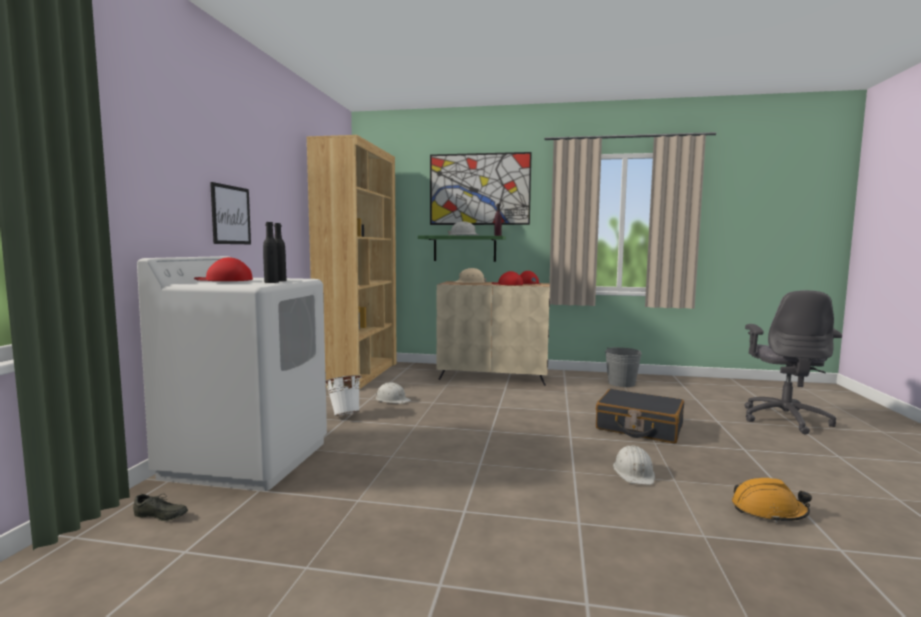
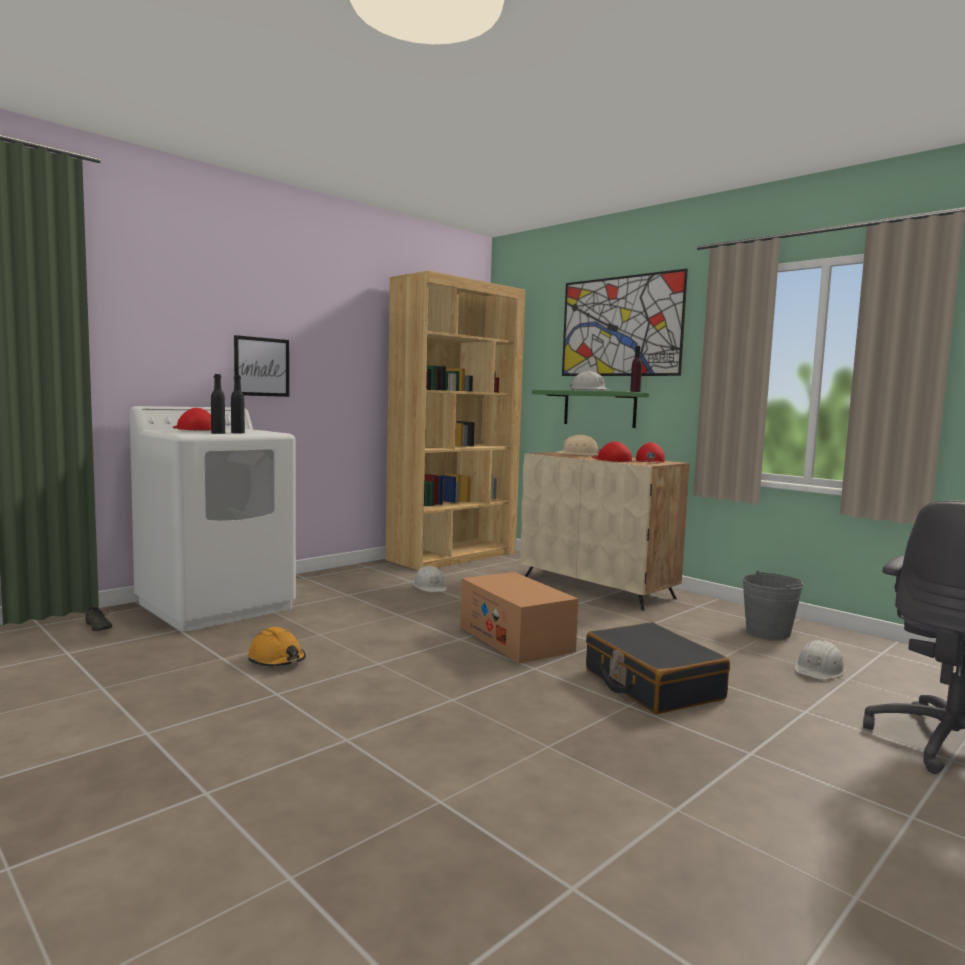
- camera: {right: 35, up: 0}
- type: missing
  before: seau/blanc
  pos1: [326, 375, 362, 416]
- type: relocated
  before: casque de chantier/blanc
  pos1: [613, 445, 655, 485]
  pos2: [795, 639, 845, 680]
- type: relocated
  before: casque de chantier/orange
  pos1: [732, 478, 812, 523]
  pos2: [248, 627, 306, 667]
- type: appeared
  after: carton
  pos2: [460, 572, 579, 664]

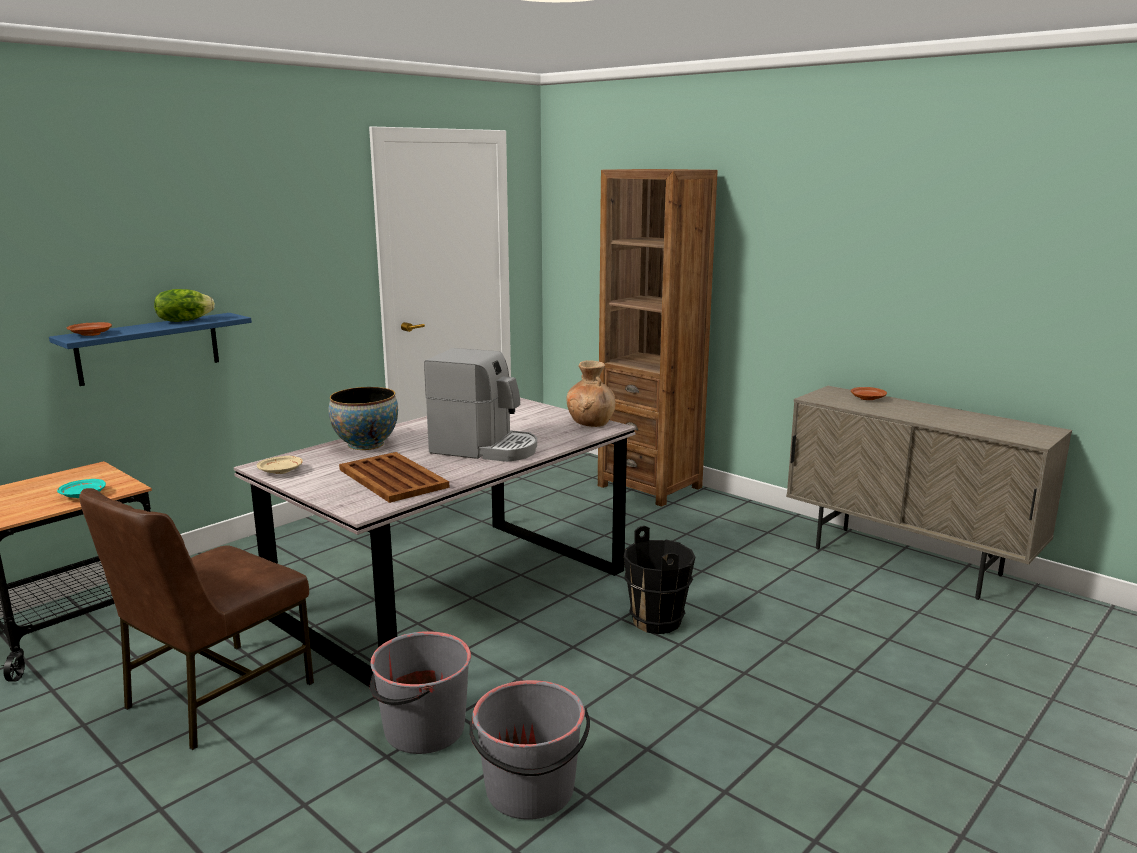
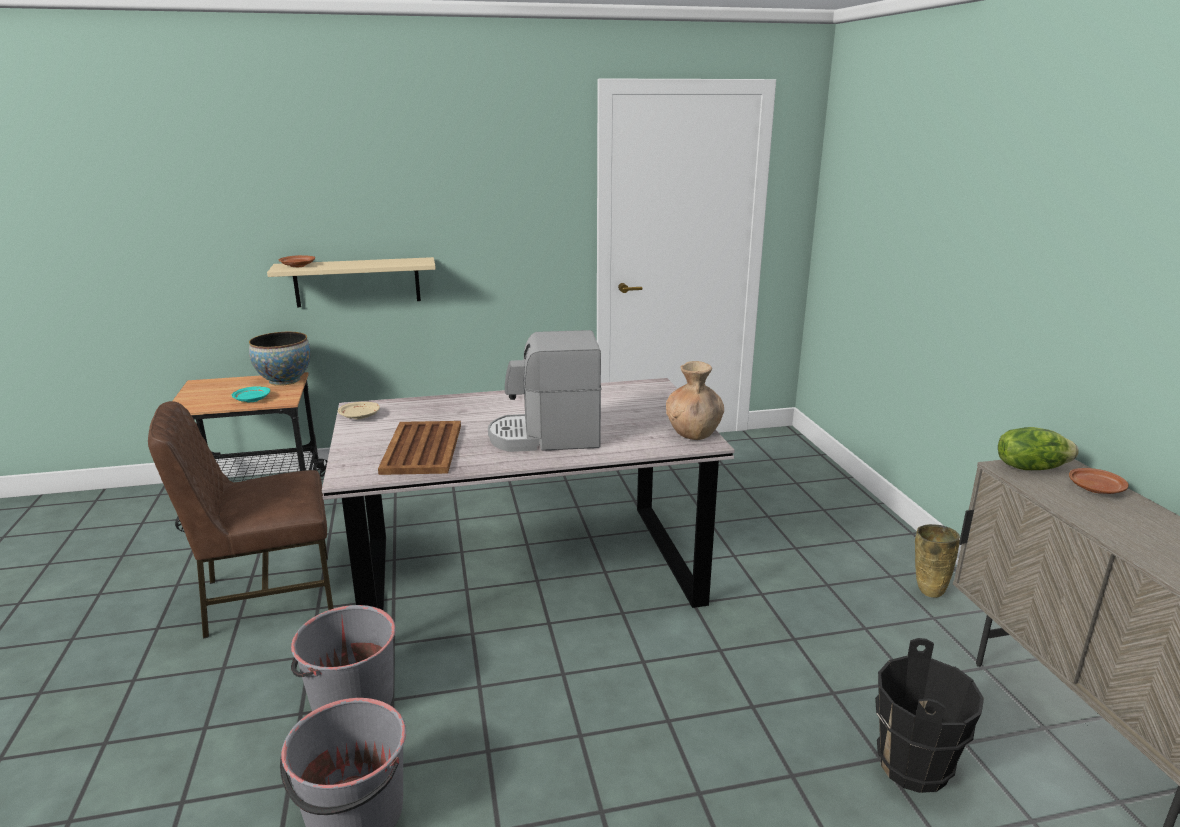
- camera: {right: 35, up: 5}
- type: missing
  before: bibliothèque/marron
  pos1: [598, 169, 718, 507]
- type: relocated
  before: laitue
  pos1: [154, 289, 215, 322]
  pos2: [998, 427, 1079, 470]
- type: colour
  before: étagère/bleu
  after: étagère/beige
  pos1: [49, 313, 252, 386]
  pos2: [267, 257, 436, 307]
- type: spun
  before: machine à café
  pos1: [424, 348, 537, 462]
  pos2: [488, 330, 602, 452]
  turn: 120
- type: relocated
  before: bol
  pos1: [329, 387, 398, 450]
  pos2: [249, 332, 311, 386]
- type: relocated
  before: seau/noir
  pos1: [623, 526, 695, 634]
  pos2: [875, 638, 984, 793]
- type: appeared
  after: vase/beige
  pos2: [915, 524, 960, 598]

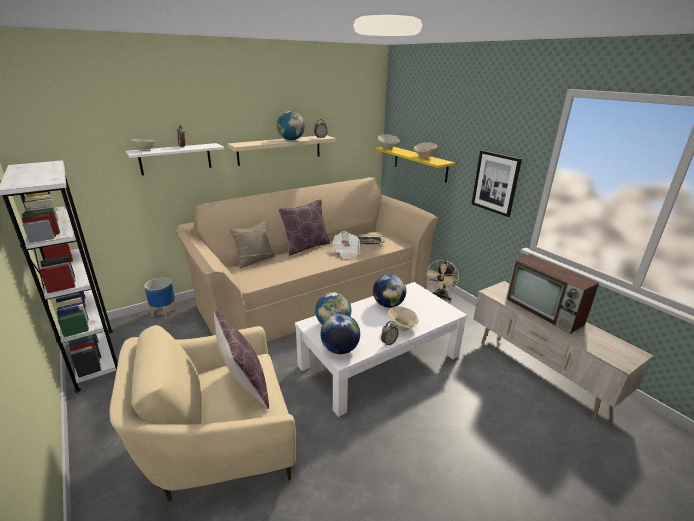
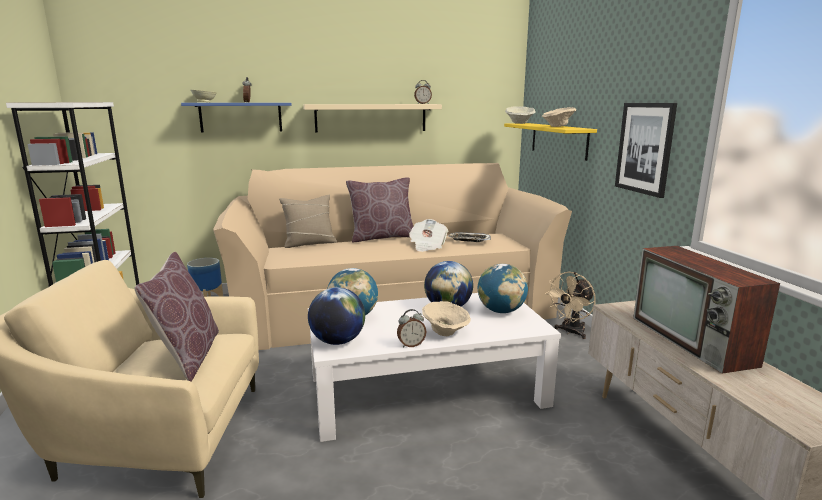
- camera: {right: 20, up: -10}
- type: relocated
  before: globe
  pos1: [277, 111, 305, 140]
  pos2: [478, 264, 528, 313]
- type: colour
  before: étagère/blanc
  after: étagère/bleu
  pos1: [126, 143, 224, 175]
  pos2: [181, 103, 292, 132]

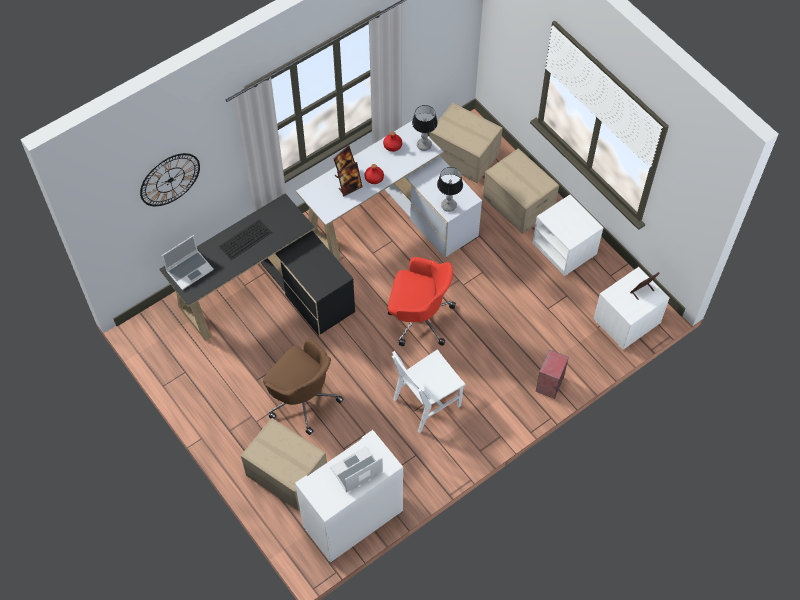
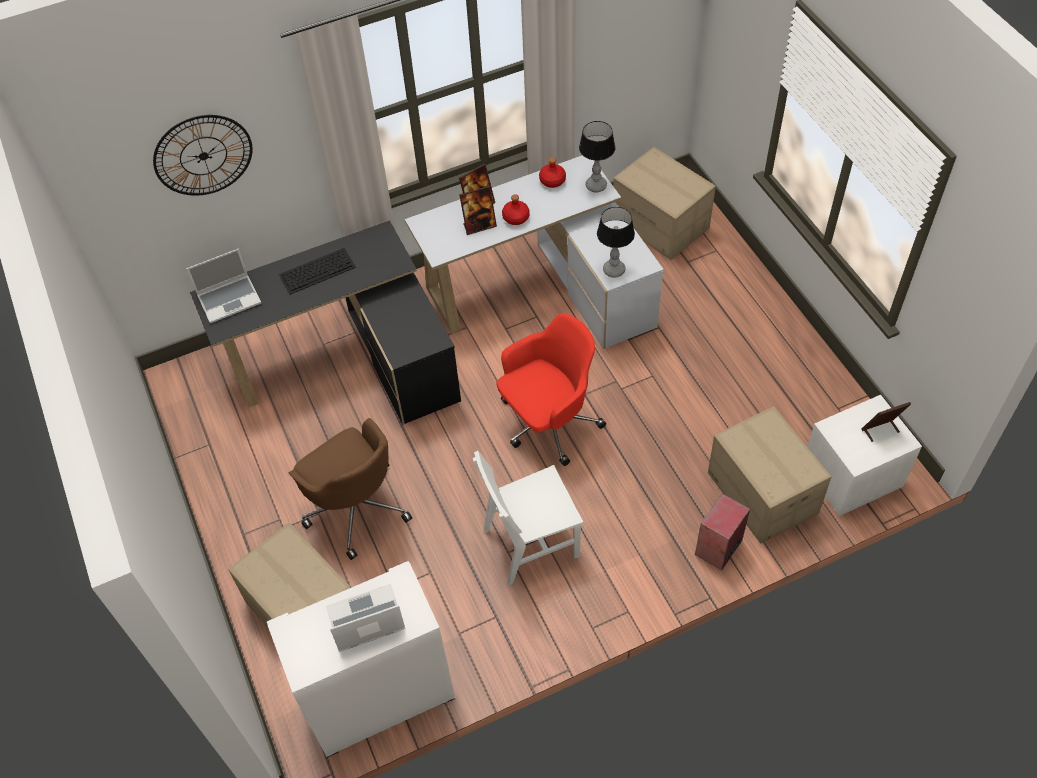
- camera: {right: 15, up: -5}
- type: relocated
  before: carton
  pos1: [483, 148, 559, 234]
  pos2: [708, 406, 831, 544]
- type: missing
  before: table de chevet/blanc
  pos1: [533, 194, 604, 276]
- type: spun
  before: chaise de bureau/rouge
  pos1: [388, 257, 456, 346]
  pos2: [496, 313, 606, 466]
  turn: -60

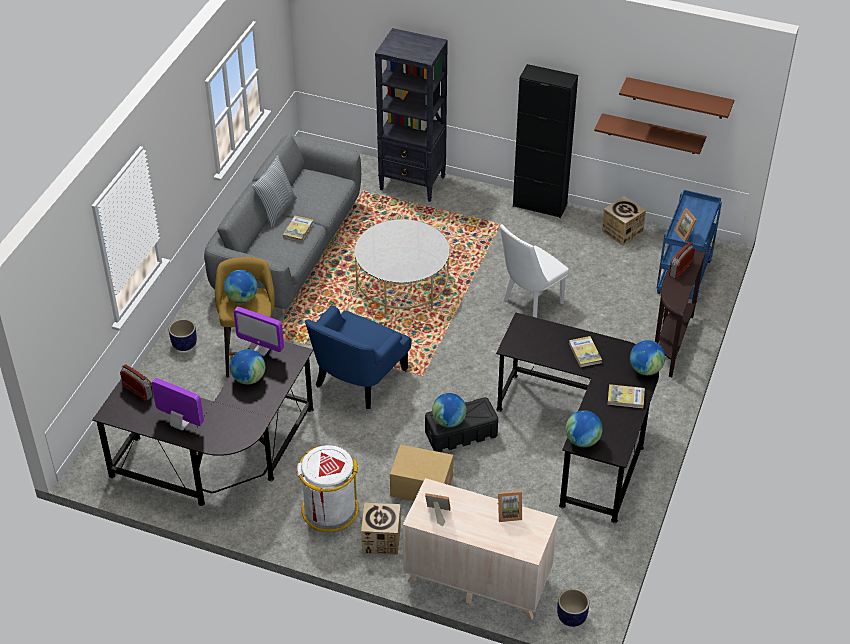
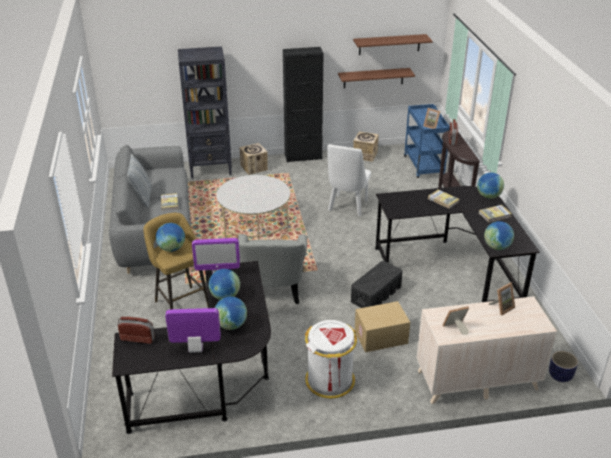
- camera: {right: -30, up: -10}
- type: colour
  before: fauteuil/bleu
  after: fauteuil/gris
  pos1: [305, 305, 411, 409]
  pos2: [238, 234, 308, 304]
- type: missing
  before: cache-pot
  pos1: [169, 319, 197, 351]
- type: relocated
  before: globe
  pos1: [432, 393, 466, 428]
  pos2: [215, 296, 247, 330]
- type: relocated
  before: carton
  pos1: [361, 502, 401, 555]
  pos2: [240, 143, 268, 175]

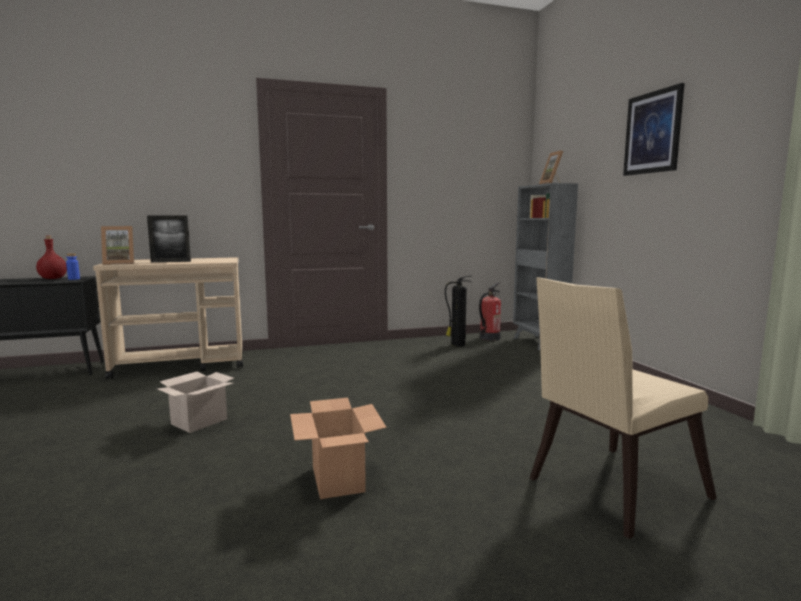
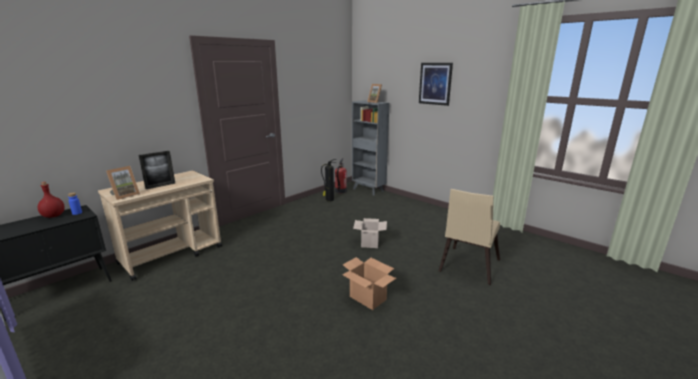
- camera: {right: -30, up: 10}
- type: relocated
  before: carton
  pos1: [157, 372, 234, 433]
  pos2: [353, 218, 387, 248]

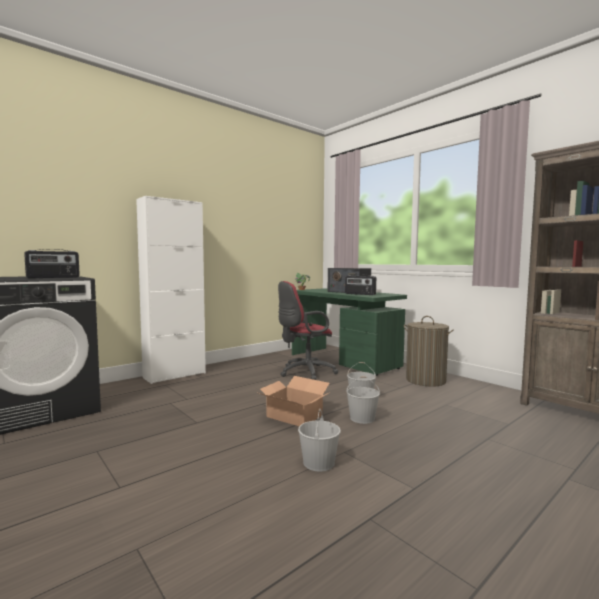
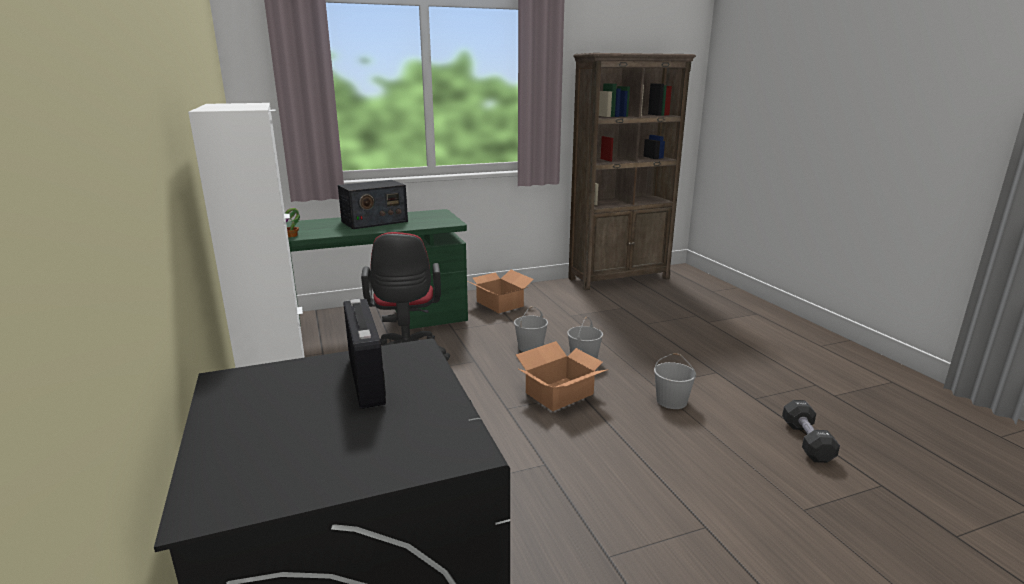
- camera: {right: -70, up: 15}
- type: missing
  before: radio
  pos1: [345, 274, 376, 295]
- type: exchanged
  before: panier à linge
  after: carton
  pos1: [404, 316, 454, 387]
  pos2: [467, 269, 534, 313]
- type: appeared
  after: haltère/noir
  pos2: [782, 400, 840, 463]

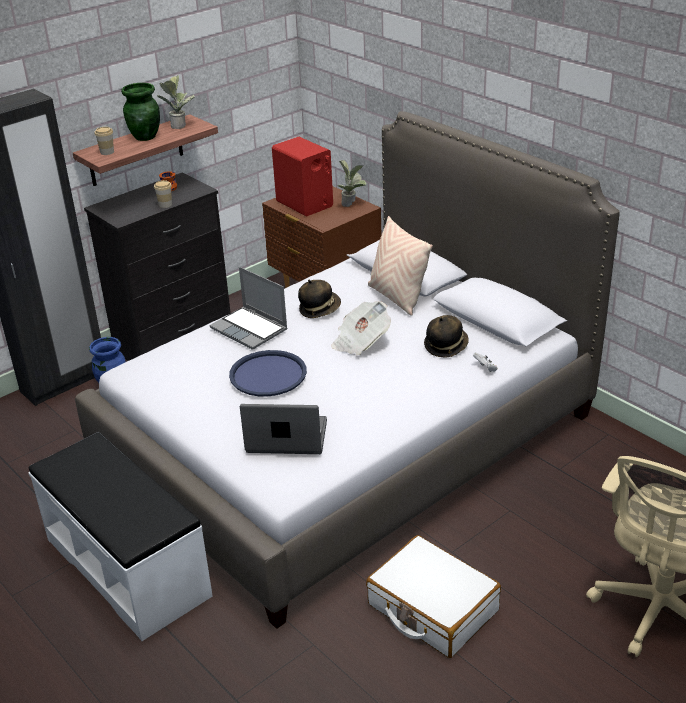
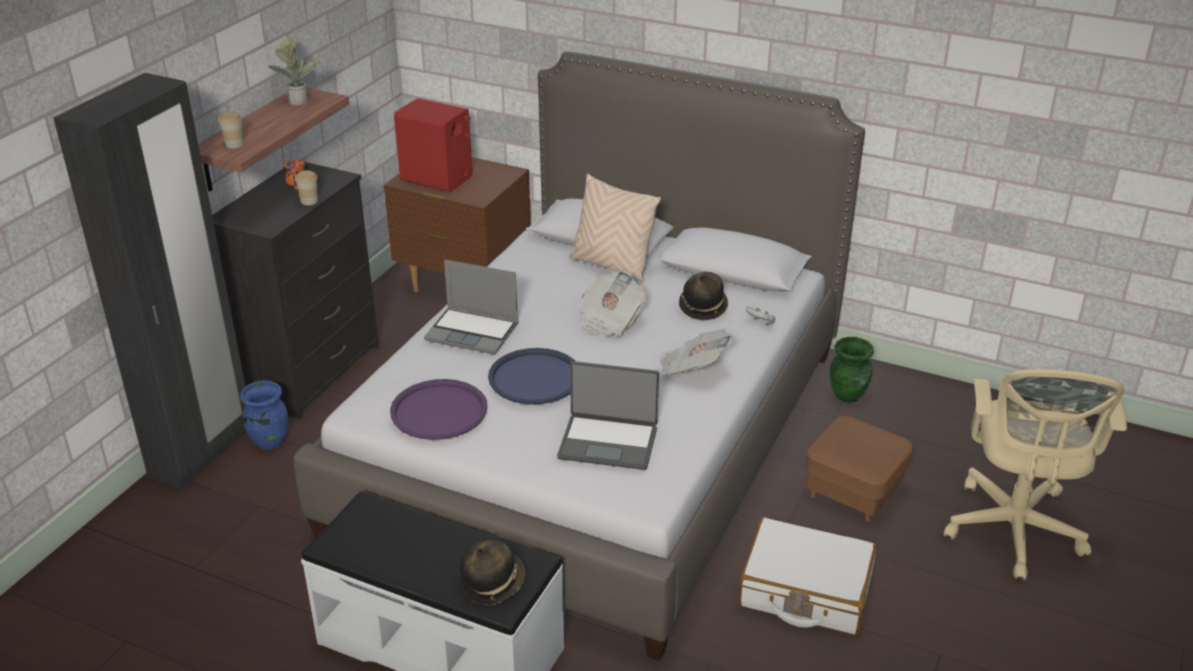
- camera: {right: -25, up: 0}
- type: relocated
  before: vase/vert
  pos1: [121, 83, 160, 141]
  pos2: [830, 337, 874, 403]
- type: missing
  before: plante en pot
  pos1: [337, 160, 366, 207]
- type: relocated
  before: chapeau
  pos1: [298, 280, 341, 318]
  pos2: [460, 540, 526, 606]
- type: spun
  before: ordinateur portable
  pos1: [240, 404, 327, 454]
  pos2: [557, 361, 659, 470]
  turn: -150
- type: appeared
  after: journal
  pos2: [659, 329, 733, 376]
- type: appeared
  after: plateau/violet
  pos2: [390, 379, 487, 440]
- type: appeared
  after: pouf/marron
  pos2: [805, 416, 914, 522]

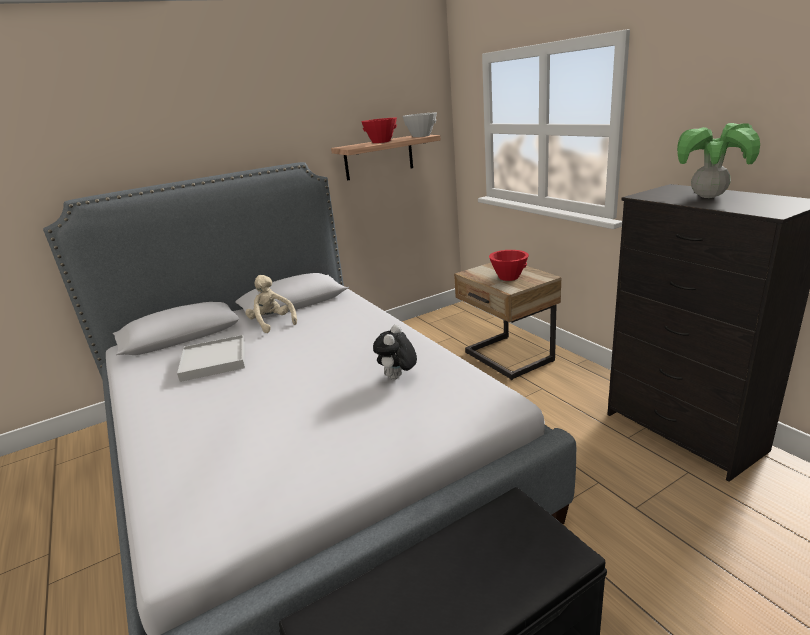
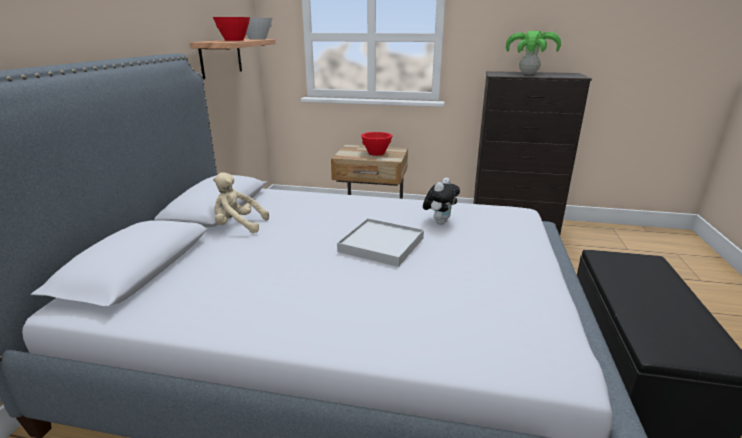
- camera: {right: -50, up: 0}
- type: spun
  before: peluche
  pos1: [373, 325, 417, 380]
  pos2: [423, 177, 460, 225]
  turn: -120
- type: relocated
  before: plateau/blanc
  pos1: [177, 335, 245, 382]
  pos2: [337, 218, 424, 267]

